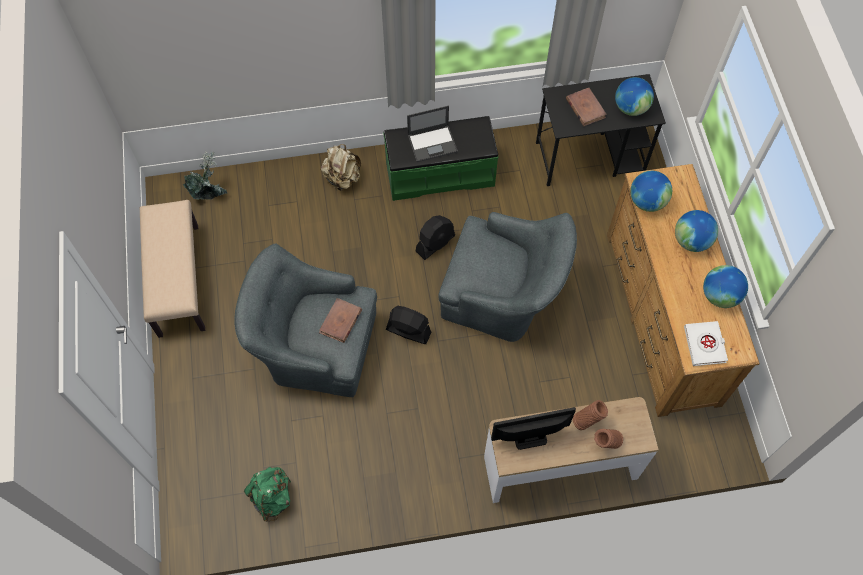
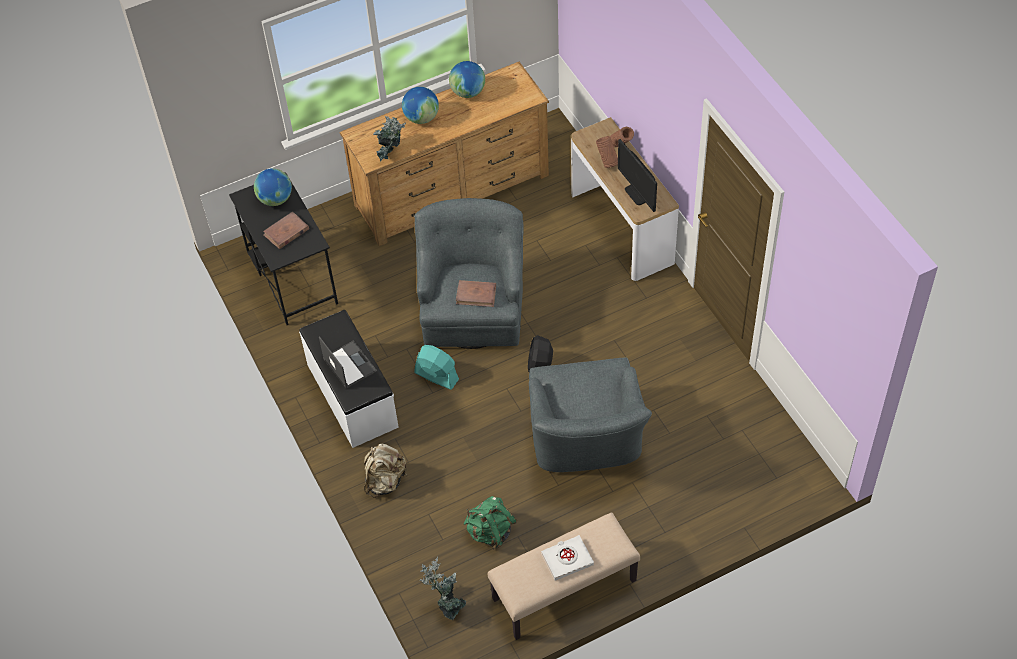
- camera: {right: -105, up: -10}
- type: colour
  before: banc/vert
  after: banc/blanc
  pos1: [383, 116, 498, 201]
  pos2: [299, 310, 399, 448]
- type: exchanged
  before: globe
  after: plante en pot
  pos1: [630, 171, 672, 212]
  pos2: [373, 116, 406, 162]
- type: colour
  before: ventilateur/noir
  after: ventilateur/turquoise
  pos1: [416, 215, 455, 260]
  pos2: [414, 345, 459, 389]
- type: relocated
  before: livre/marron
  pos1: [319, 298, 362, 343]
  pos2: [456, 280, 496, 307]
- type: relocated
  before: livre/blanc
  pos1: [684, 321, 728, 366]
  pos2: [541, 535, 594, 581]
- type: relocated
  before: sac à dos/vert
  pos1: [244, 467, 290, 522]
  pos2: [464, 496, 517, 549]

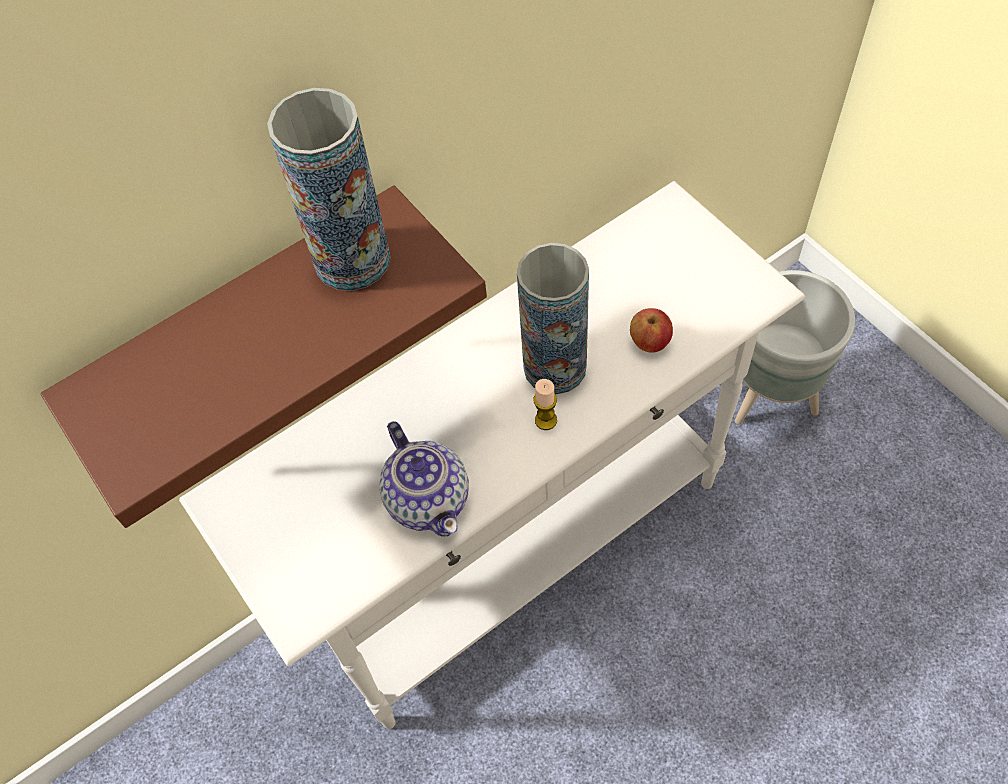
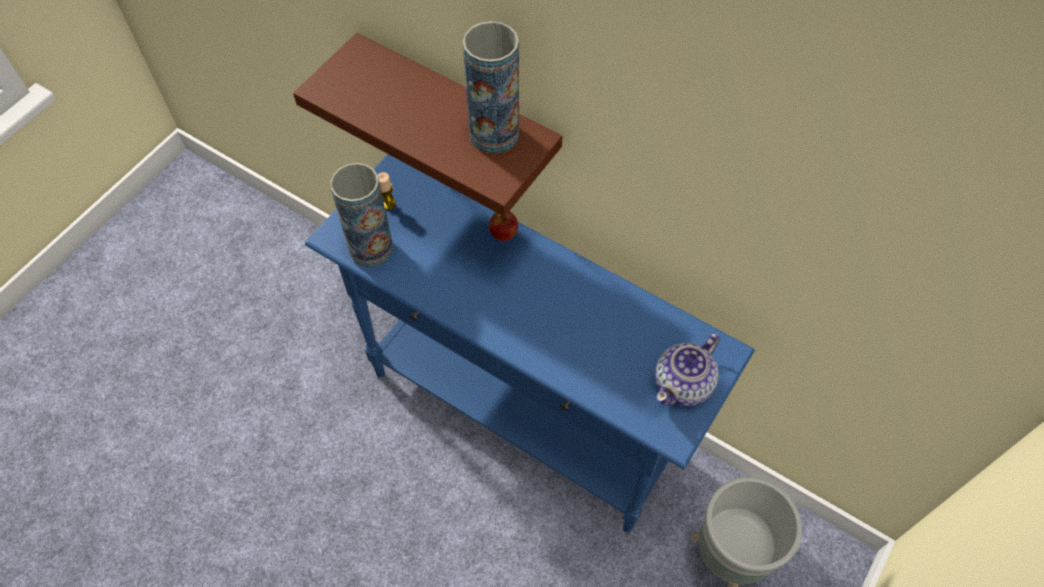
- camera: {right: 65, up: 0}
- type: colour
  before: table console/blanc
  after: table console/bleu
  pos1: [179, 181, 805, 729]
  pos2: [305, 154, 755, 533]
- type: relocated
  before: vase
  pos1: [517, 243, 589, 394]
  pos2: [330, 163, 393, 268]
- type: relocated
  before: pomme
  pos1: [630, 308, 673, 353]
  pos2: [489, 211, 518, 241]
- type: relocated
  before: bougie
  pos1: [533, 379, 557, 430]
  pos2: [378, 172, 396, 210]
- type: relocated
  before: théière
  pos1: [379, 421, 469, 537]
  pos2: [655, 333, 720, 406]

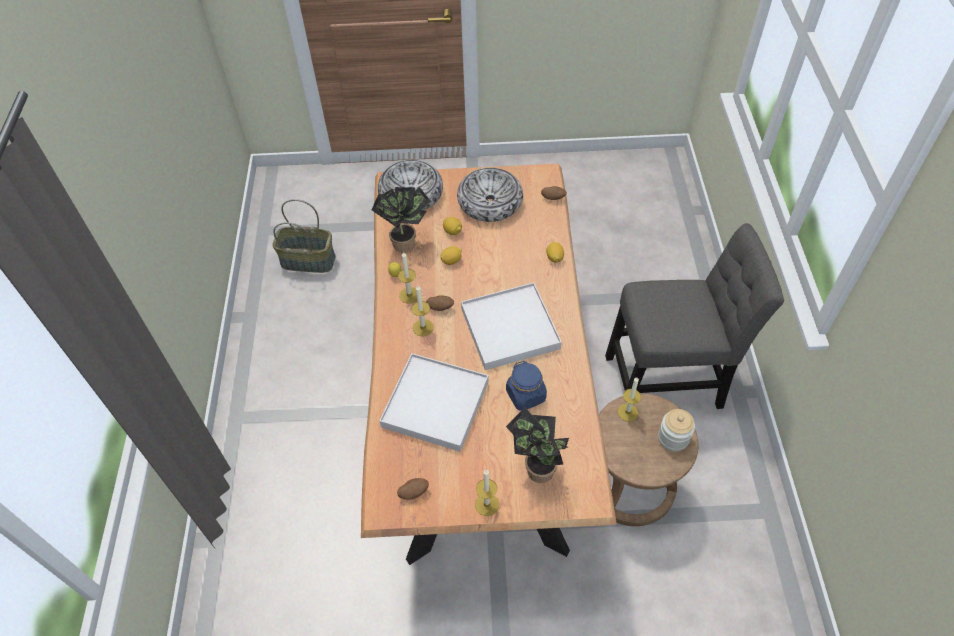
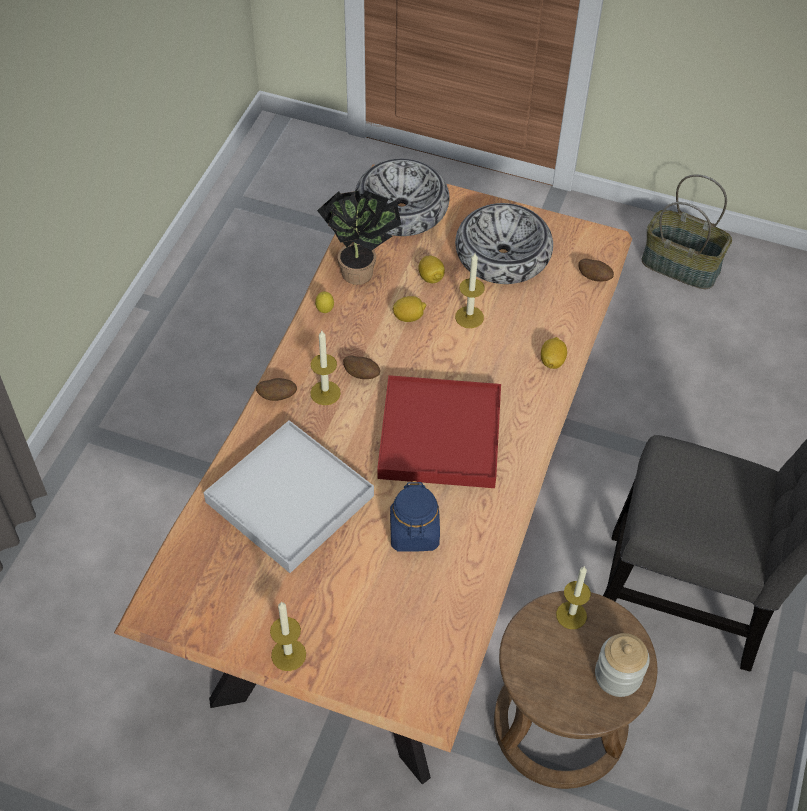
- camera: {right: 20, up: 0}
- type: relocated
  before: panier
  pos1: [272, 199, 336, 273]
  pos2: [641, 174, 732, 289]
- type: relocated
  before: bougie
  pos1: [398, 251, 417, 304]
  pos2: [455, 253, 485, 328]
- type: colour
  before: plateau/blanc
  after: plateau/rouge
  pos1: [461, 283, 562, 370]
  pos2: [377, 375, 501, 488]
- type: missing
  before: plante en pot
  pos1: [506, 407, 569, 483]
- type: relocated
  before: pomme de terre
  pos1: [397, 478, 429, 500]
  pos2: [256, 378, 297, 401]

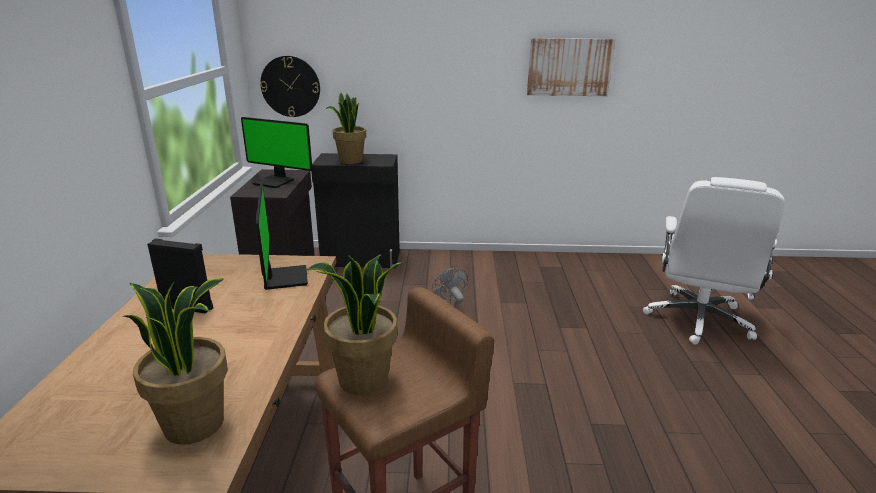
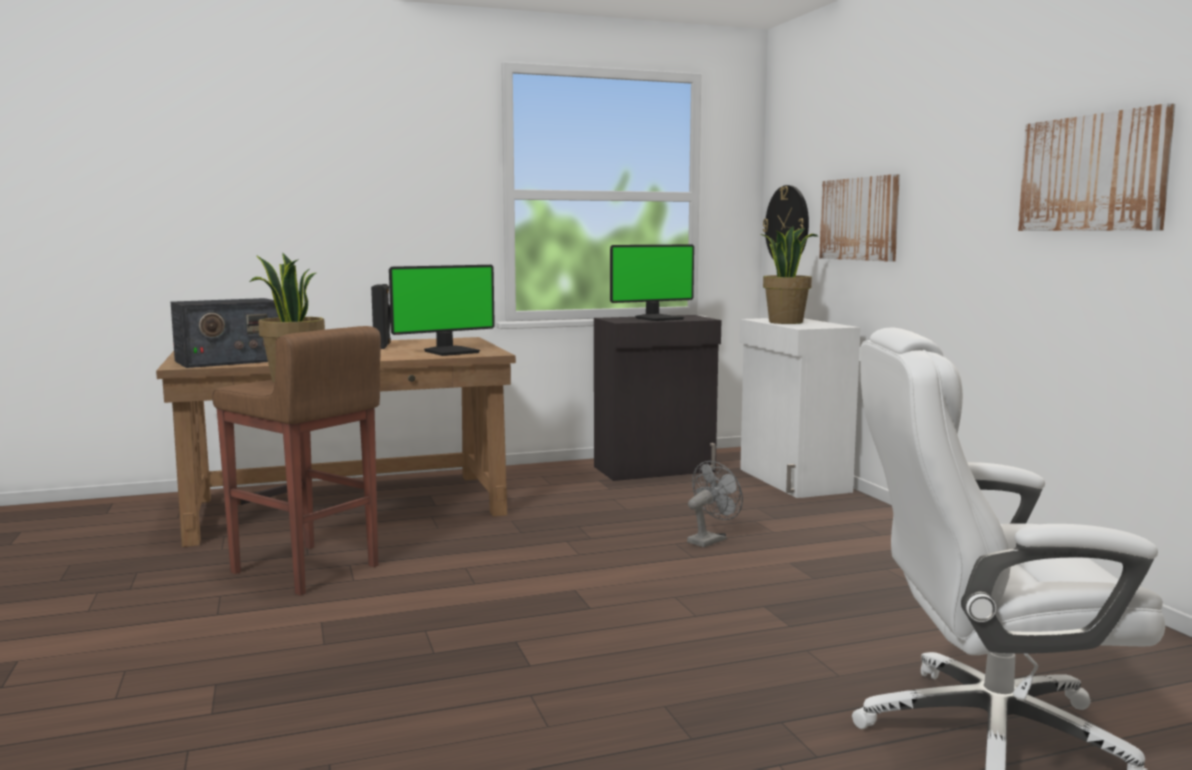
- camera: {right: 70, up: -15}
- type: spun
  before: écran d'ordinateur
  pos1: [241, 117, 312, 188]
  pos2: [610, 245, 694, 321]
  turn: -120
- type: colour
  before: meuble de rangement/noir
  after: meuble de rangement/blanc
  pos1: [311, 153, 400, 268]
  pos2: [740, 318, 861, 498]
- type: exchanged
  before: plante en pot
  after: radio
  pos1: [122, 278, 228, 445]
  pos2: [171, 298, 279, 368]
- type: appeared
  after: tableau
  pos2: [819, 174, 900, 262]

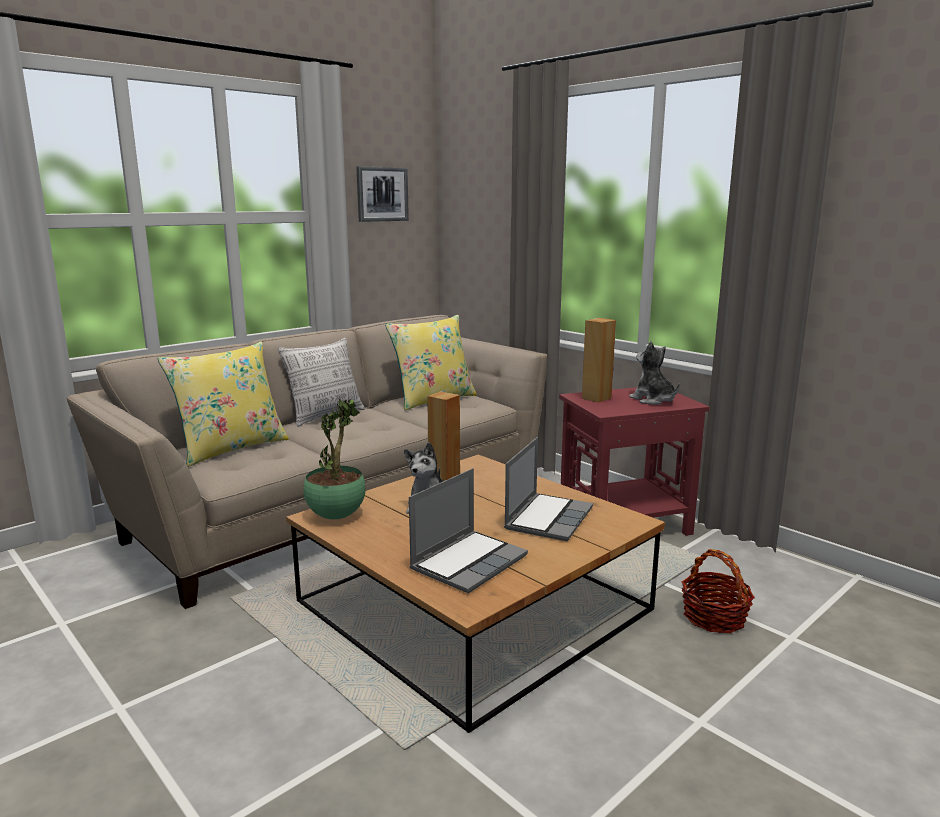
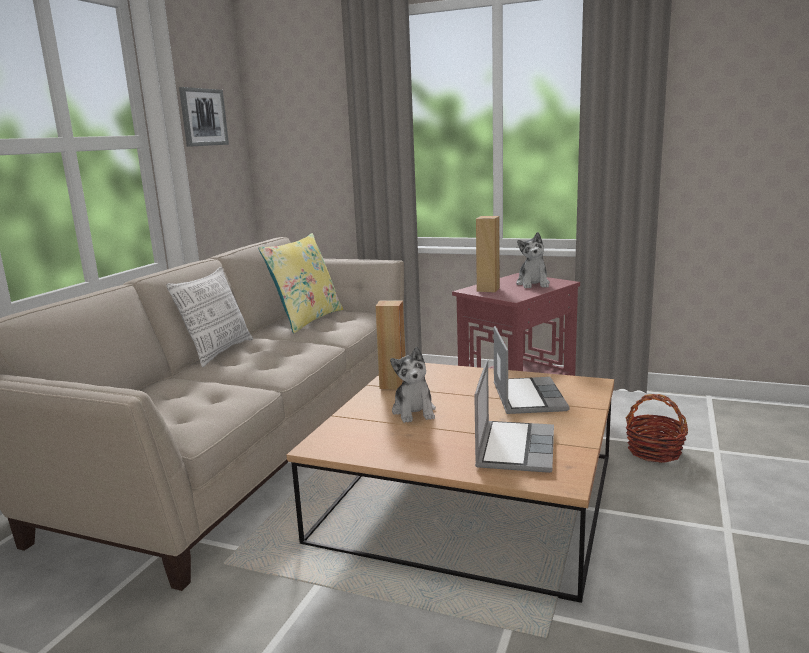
- camera: {right: -25, up: 0}
- type: spun
  before: peluche
  pos1: [629, 341, 680, 405]
  pos2: [516, 232, 550, 288]
  turn: -120
- type: missing
  before: coussin/jaune
  pos1: [158, 342, 289, 467]
- type: missing
  before: plante en pot
  pos1: [303, 398, 366, 519]

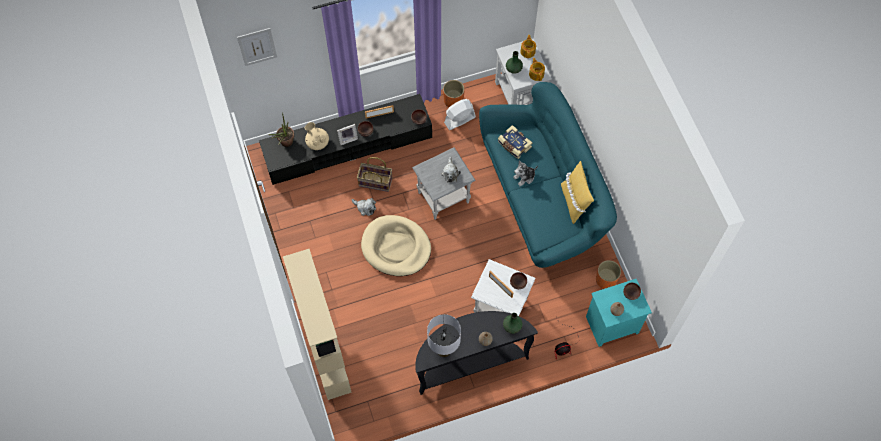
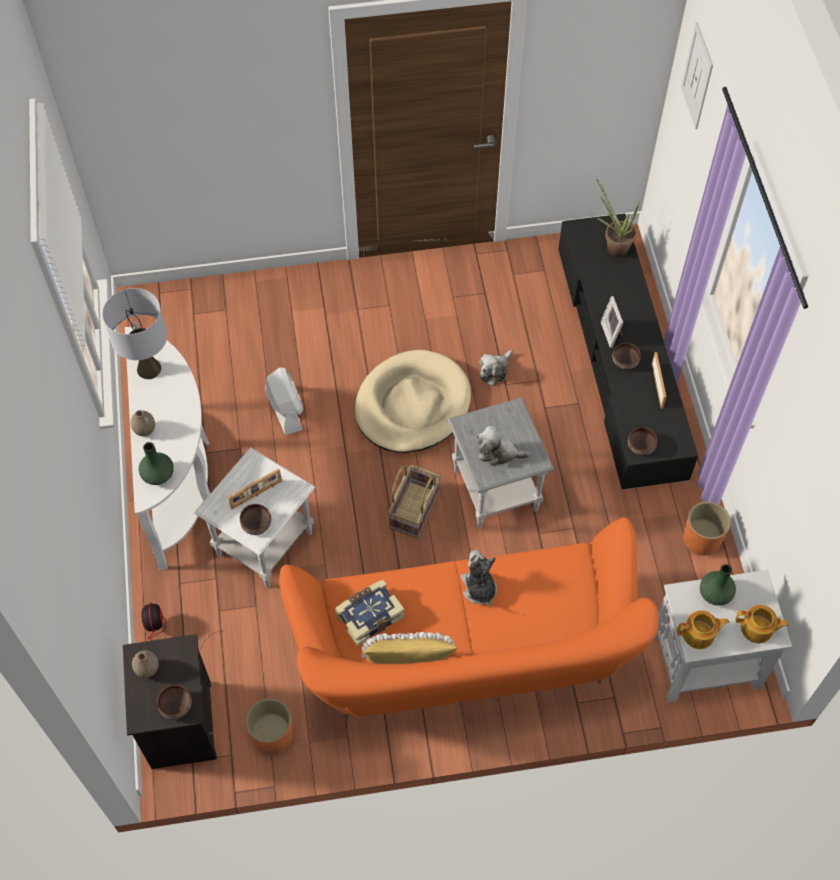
- camera: {right: 100, up: -5}
- type: colour
  before: canapé/turquoise
  after: canapé/orange
  pos1: [479, 82, 617, 268]
  pos2: [279, 518, 659, 722]
- type: relocated
  before: ventilateur/blanc
  pos1: [444, 99, 476, 130]
  pos2: [265, 367, 304, 435]
- type: missing
  before: théière/beige
  pos1: [305, 122, 329, 150]
- type: relocated
  before: livre
  pos1: [498, 125, 532, 159]
  pos2: [335, 580, 405, 646]
- type: relocated
  before: panier
  pos1: [357, 157, 392, 192]
  pos2: [388, 465, 441, 539]
- type: missing
  before: bibliothèque/beige
  pos1: [283, 249, 352, 400]
- type: colour
  before: table de chevet/turquoise
  after: table de chevet/noir
  pos1: [586, 279, 652, 347]
  pos2: [123, 634, 217, 769]
- type: colour
  before: table console/noir
  after: table console/blanc
  pos1: [415, 311, 538, 395]
  pos2: [125, 327, 210, 570]

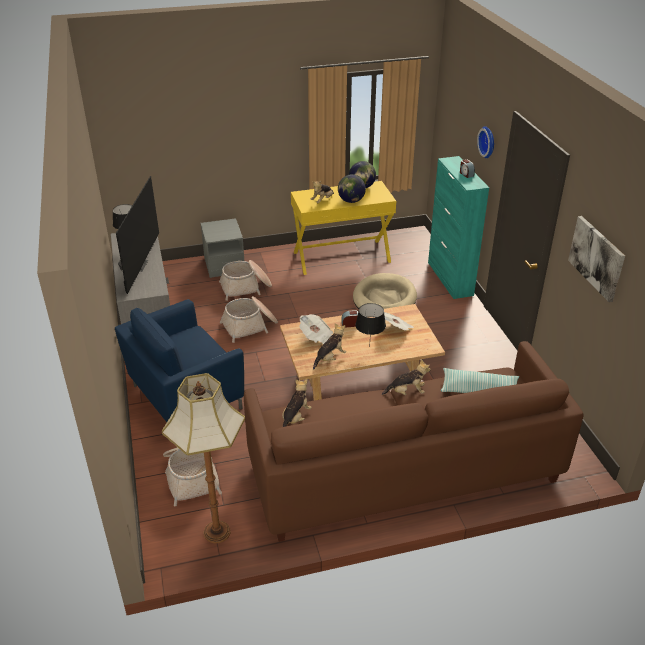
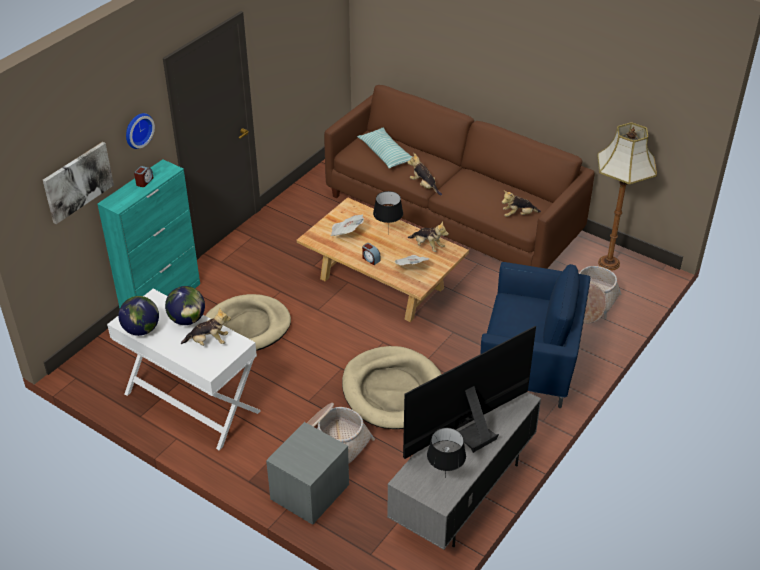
- camera: {right: -130, up: 5}
- type: colour
  before: table console/jaune
  after: table console/blanc
  pos1: [291, 181, 396, 275]
  pos2: [107, 289, 261, 450]
- type: relocated
  before: tableau
  pos1: [568, 216, 625, 302]
  pos2: [43, 142, 114, 224]
- type: exchanged
  before: panier
  after: panier pour chien/beige
  pos1: [220, 296, 278, 343]
  pos2: [342, 346, 441, 429]
- type: spun
  before: peluche
  pos1: [313, 323, 346, 370]
  pos2: [408, 221, 449, 252]
  turn: -150

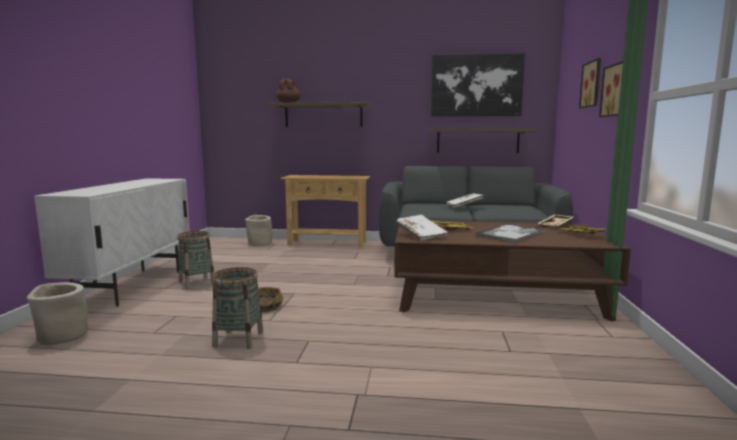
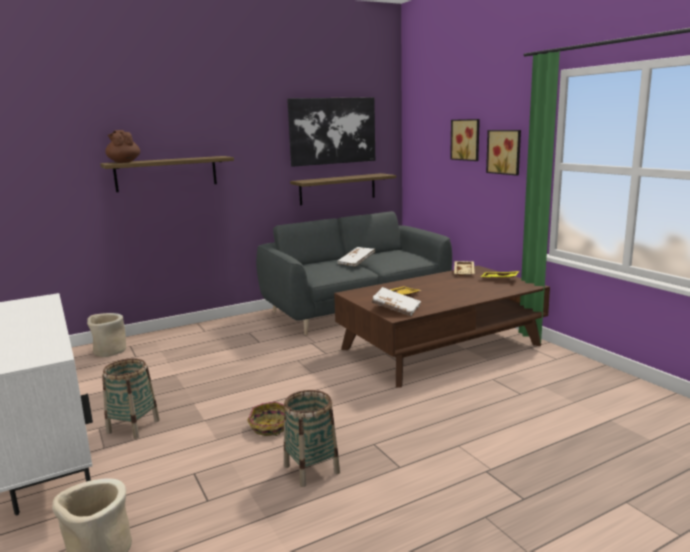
- camera: {right: -35, up: 5}
- type: missing
  before: table console/beige
  pos1: [280, 175, 370, 248]
- type: missing
  before: plateau
  pos1: [475, 224, 544, 243]

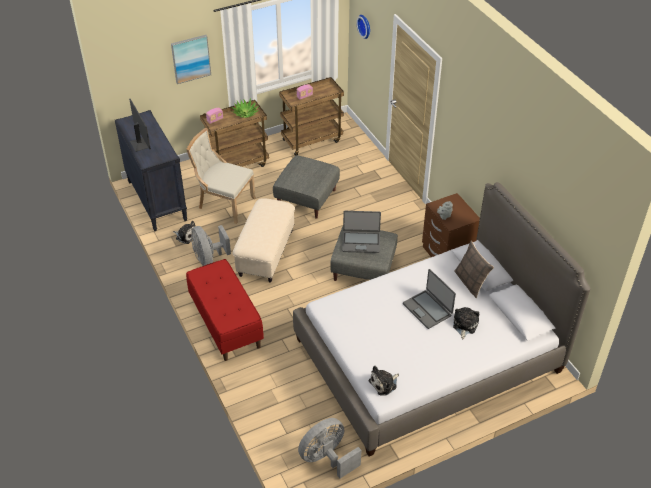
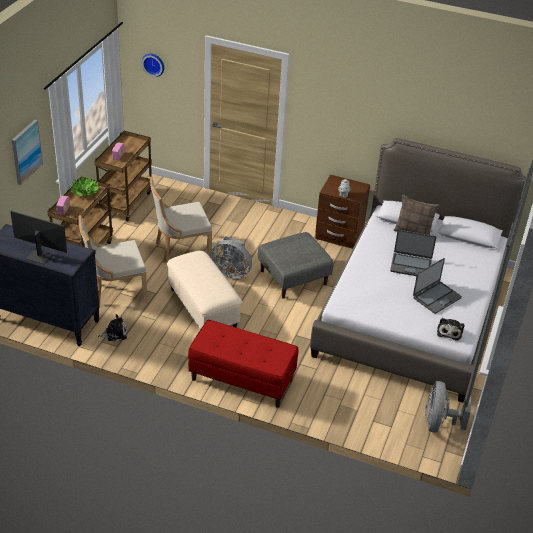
- camera: {right: -45, up: -5}
- type: exchanged
  before: pouf/gris
  after: chaise/beige
  pos1: [273, 155, 340, 219]
  pos2: [149, 176, 212, 263]
- type: relocated
  before: ordinateur portable
  pos1: [342, 211, 381, 253]
  pos2: [413, 258, 462, 314]
- type: relocated
  before: ventilateur/gris
  pos1: [191, 225, 231, 266]
  pos2: [211, 236, 252, 279]
- type: missing
  before: peluche
  pos1: [453, 307, 479, 340]

